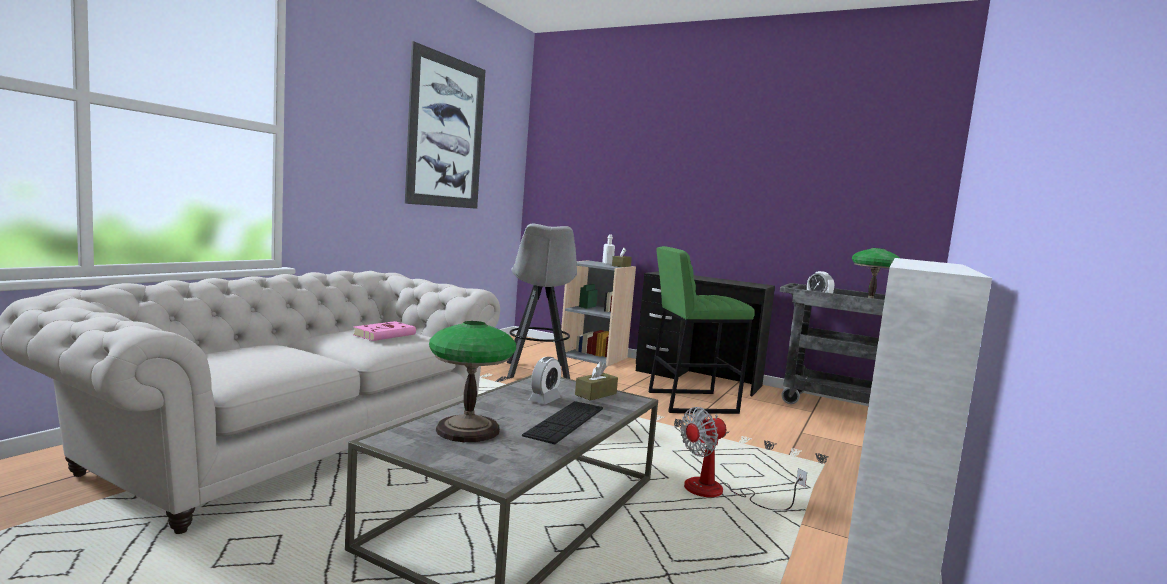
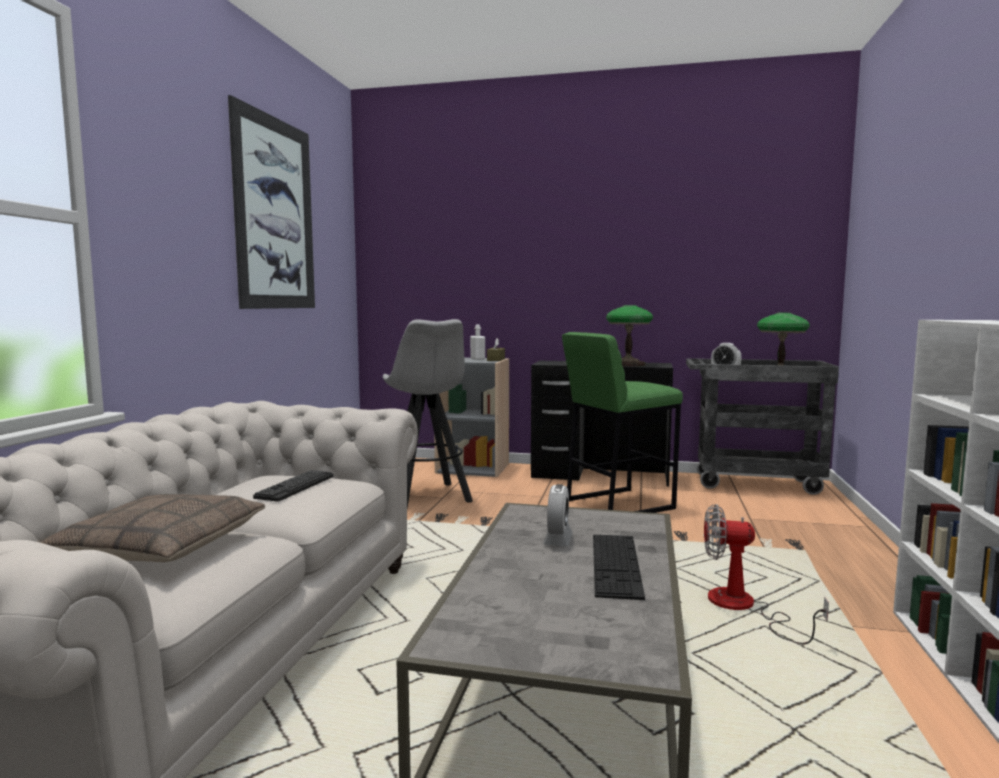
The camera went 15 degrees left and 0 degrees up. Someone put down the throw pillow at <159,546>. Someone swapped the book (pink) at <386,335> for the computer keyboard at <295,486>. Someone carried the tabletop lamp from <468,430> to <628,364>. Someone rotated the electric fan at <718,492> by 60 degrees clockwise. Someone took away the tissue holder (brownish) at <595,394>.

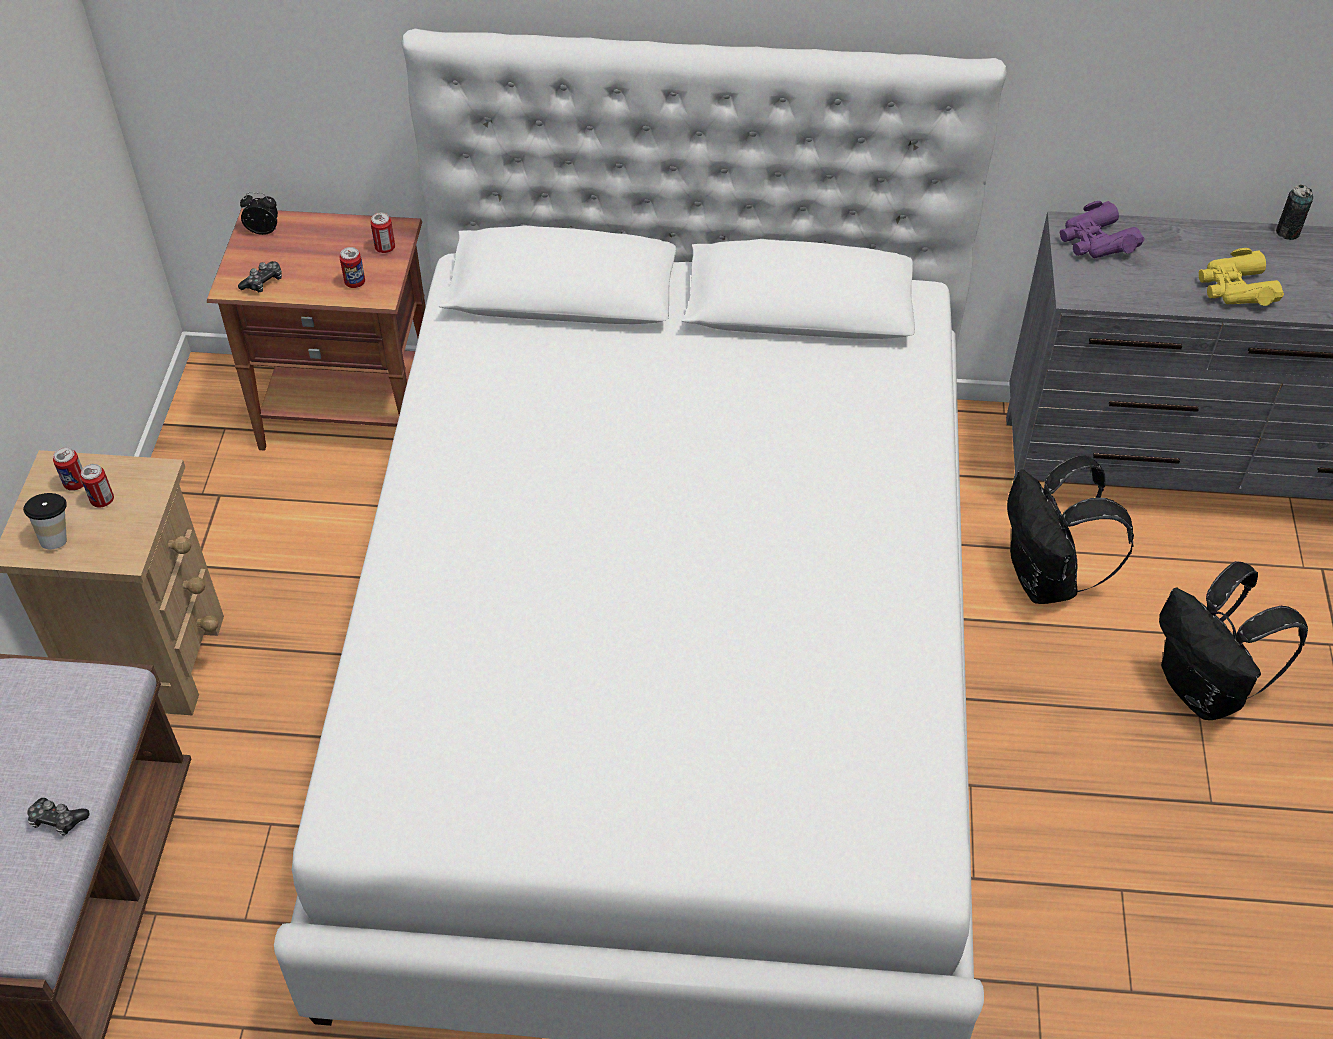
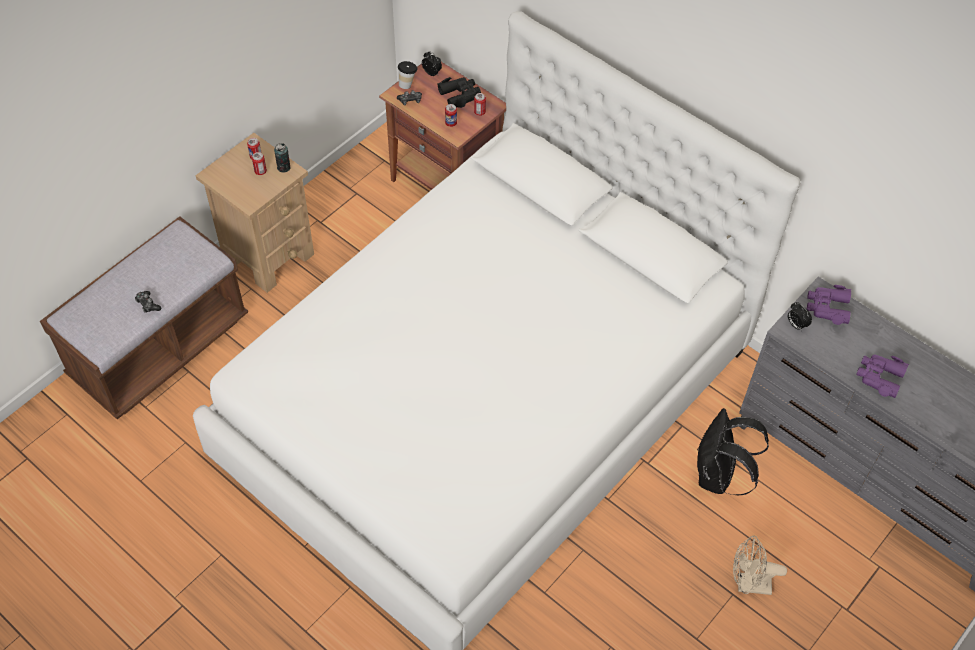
The camera went 35 degrees right and 5 degrees up. Someone carried the can from <1287,232> to <284,167>. Someone carried the drinking cup from <57,536> to <407,84>. Someone put down the pair of binoculars (black-coloured) at <460,95>. Someone swapped the rucksack (black-coloured) at <1204,690> for the electric fan (sand-coloured) at <748,584>. Someone put down the bedside clock at <796,325>. Someone repainted the pair of binoculars (yellow-coloured) at <1235,288>, which became the pair of binoculars (purple-coloured) at <879,377>.

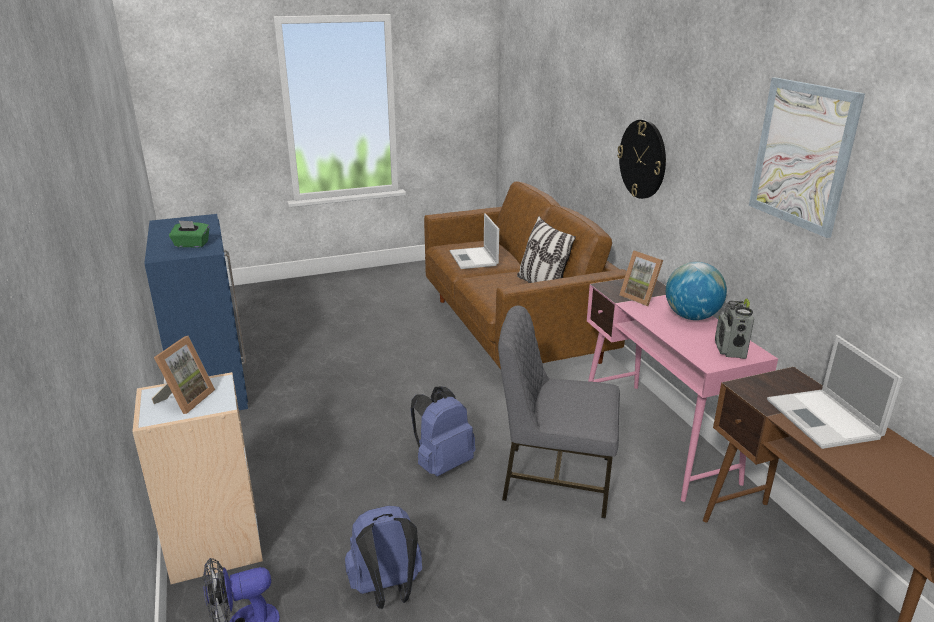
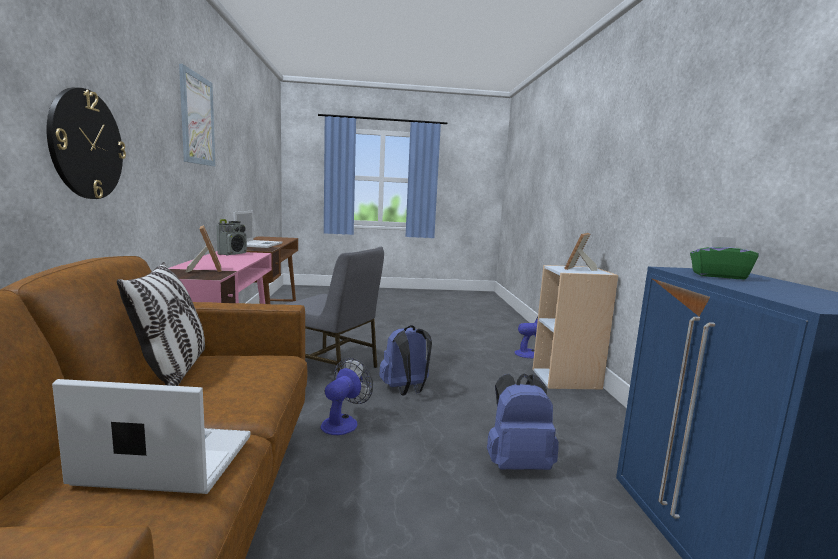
The camera went 165 degrees left and 15 degrees down. Someone rotated the portable computer at <474,259> by 90 degrees counterclockwise. Someone put down the electric fan at <343,422>. Someone carried the rucksack (blue) from <387,591> to <517,463>. Someone took away the world globe at <691,317>.

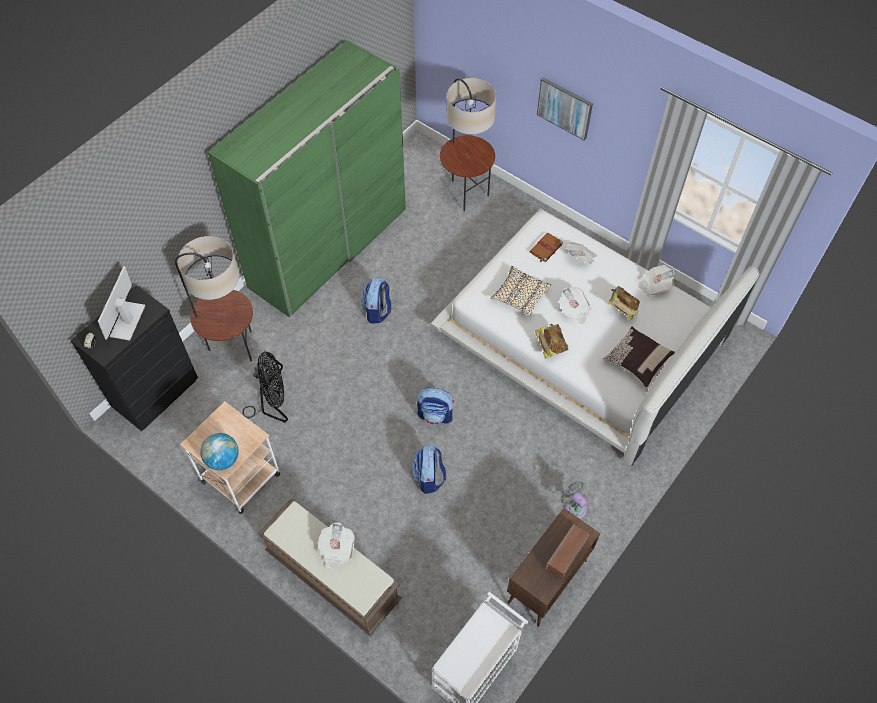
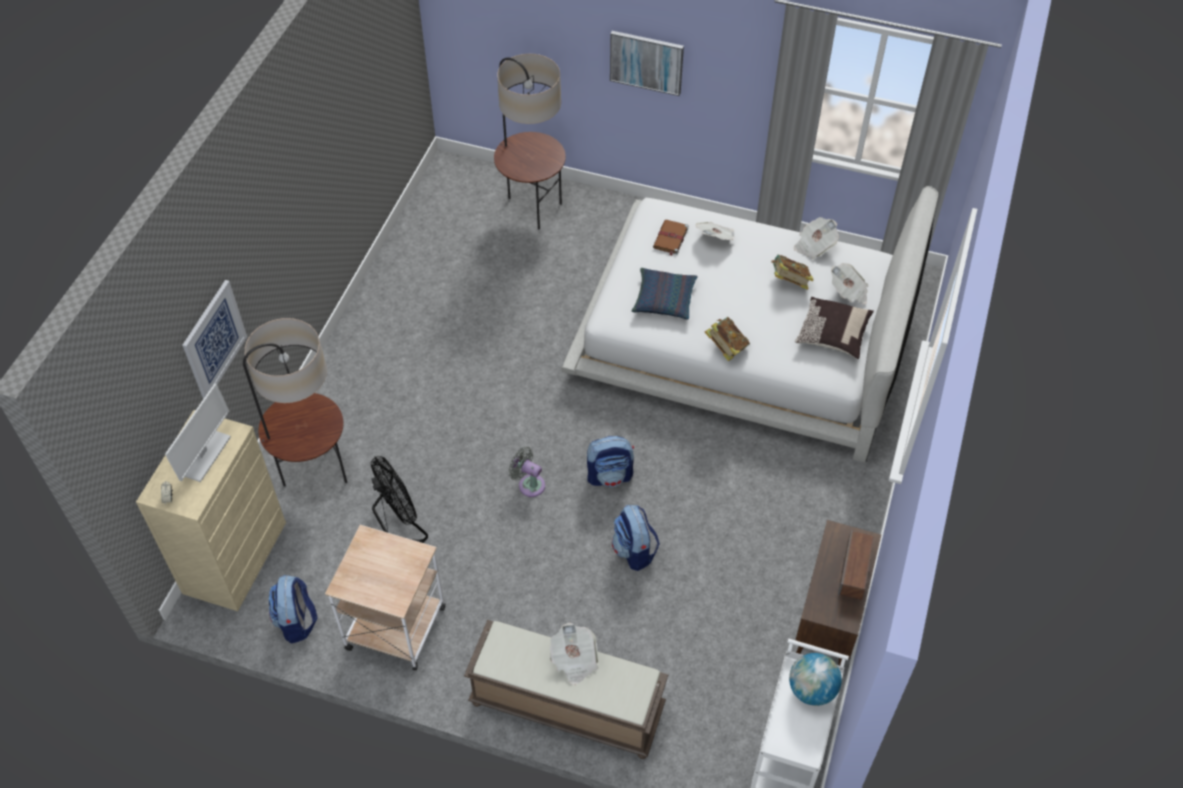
The camera went 20 degrees left and 5 degrees down. Someone repainted the dresser (black-coloured) at <156,393>, which became the dresser (sand-coloured) at <236,560>. Someone rotated the computer screen at <127,320> by 150 degrees counterclockwise. Someone put up the wall picture at <214,340>. Someone carried the rucksack from <377,311> to <297,622>. Someone carried the electric fan (gray) from <574,507> to <529,484>. Someone repainted the throw pillow (sand-coloured) at <520,295>, which became the throw pillow (blue) at <664,299>. Someone carried the world globe from <223,459> to <811,690>. Someone carried the newspaper from <574,310> to <848,292>. Someone took away the wardrobe (greenish) at <328,247>.

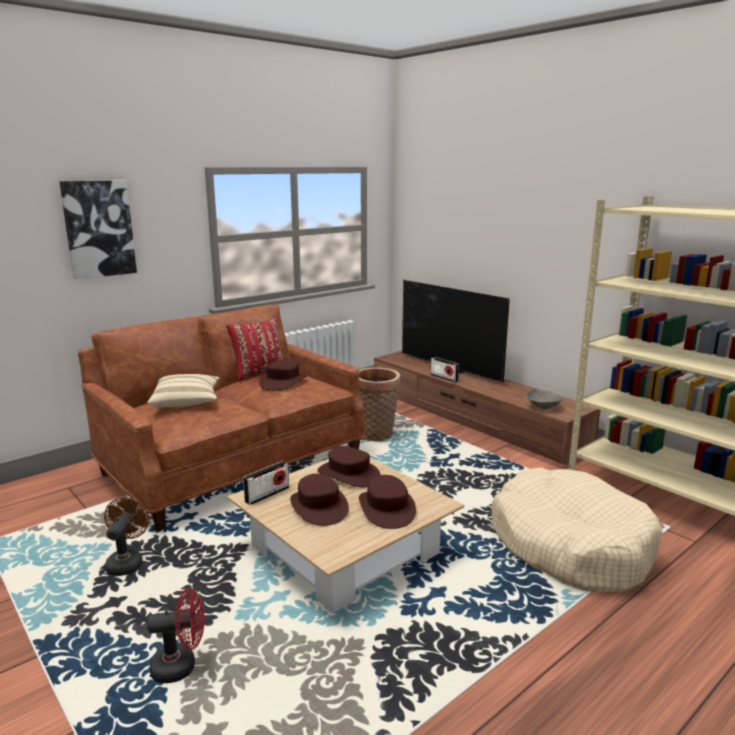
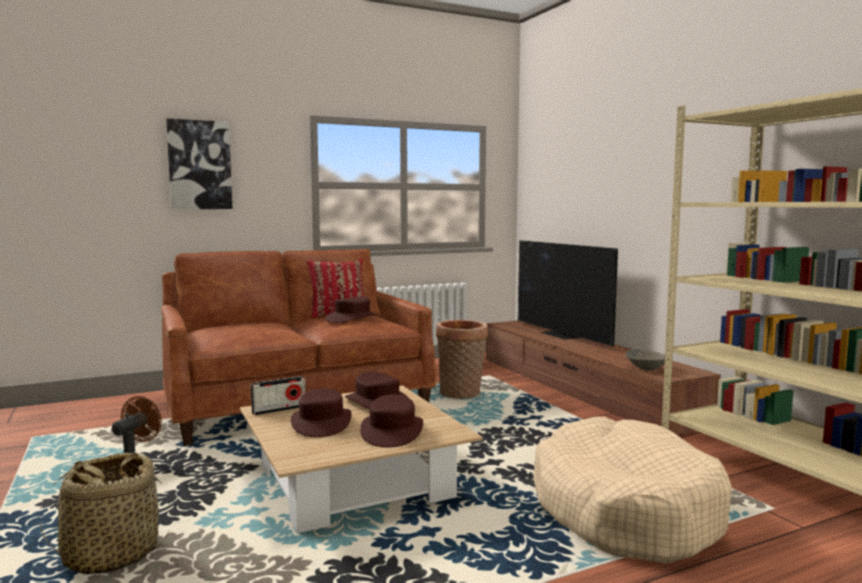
The camera went 15 degrees right and 10 degrees down. Someone swapped the electric fan (reddish) at <181,666> for the basket at <111,555>. Someone took away the throw pillow (sand-coloured) at <186,402>. Someone took away the radio receiver at <444,378>.

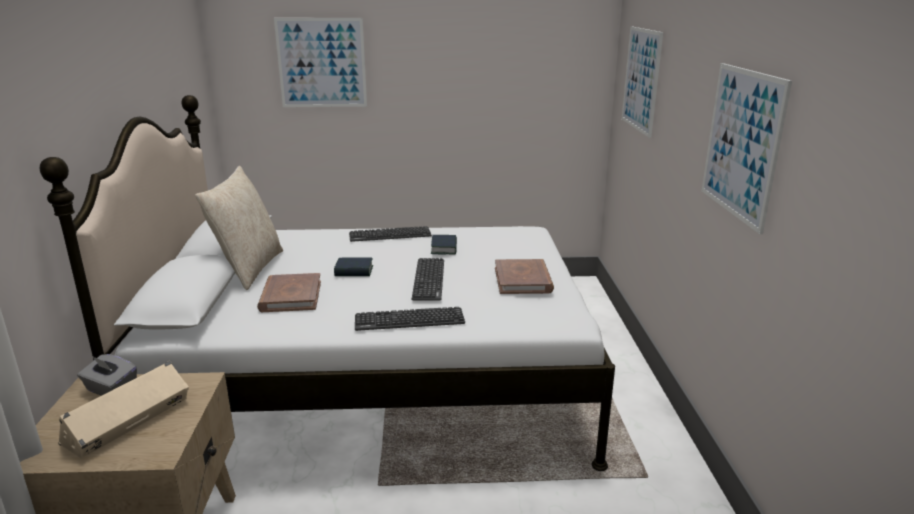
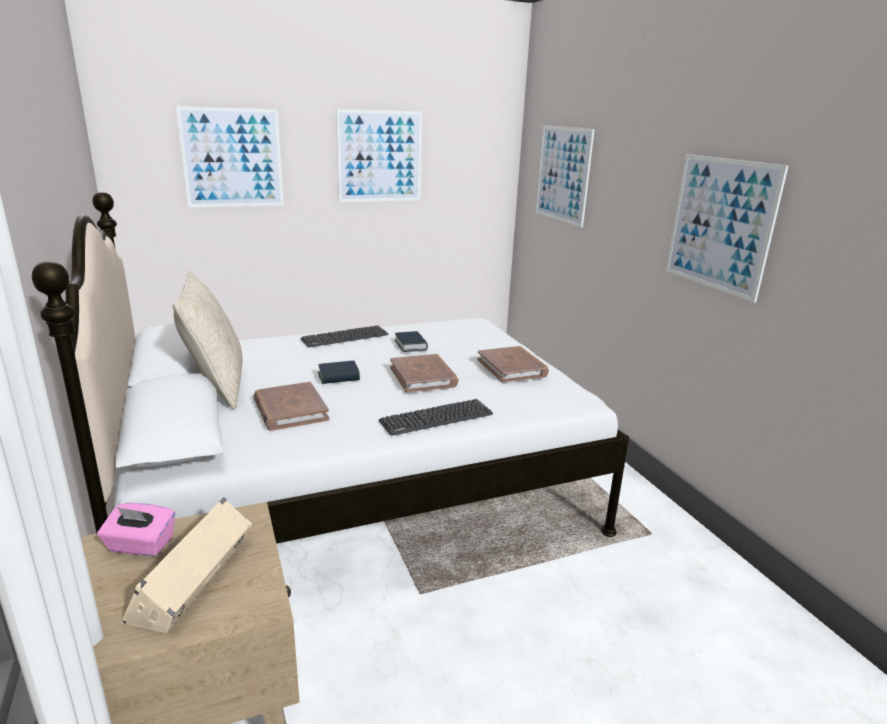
The camera went 20 degrees left and 0 degrees up. Someone repainted the tissue holder (gray) at <111,390>, which became the tissue holder (pink) at <140,545>. Someone put up the wall picture at <380,156>. Someone swapped the computer keyboard at <428,279> for the book (brownish) at <423,376>.

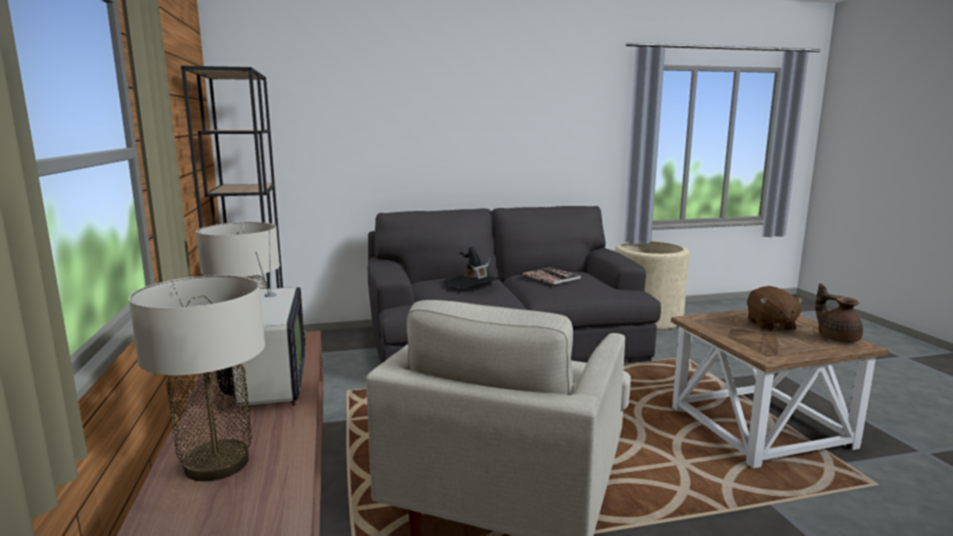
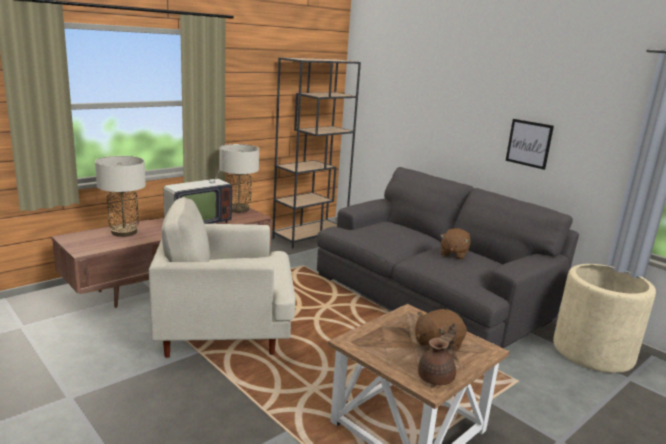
The camera went 60 degrees right and 5 degrees up. Someone swapped the book at <551,277> for the plush toy (brownish) at <453,254>. Someone put up the wall picture at <529,143>. Someone took away the clothing hat (black-coloured) at <472,284>.

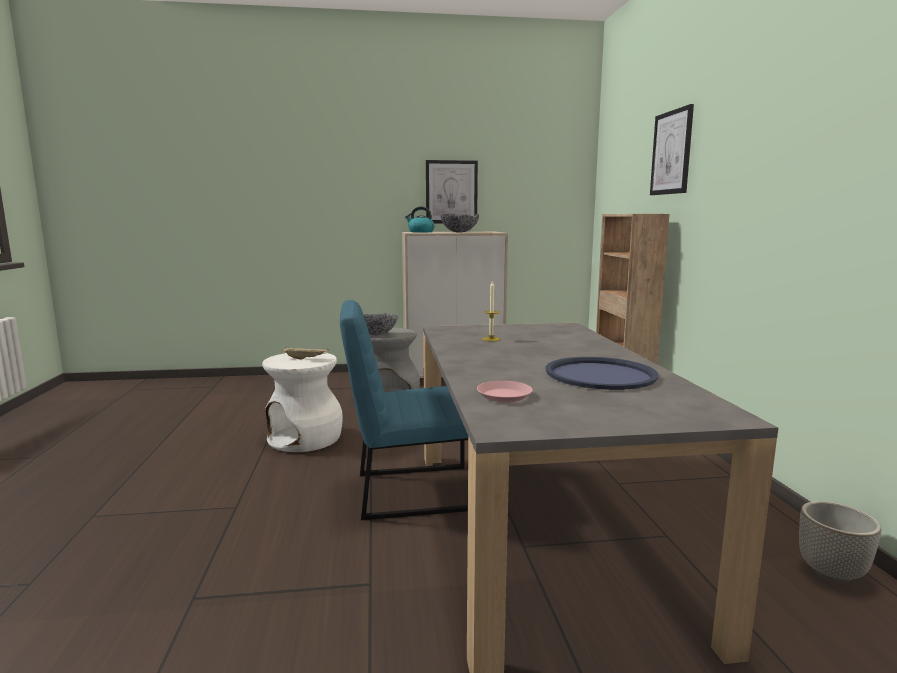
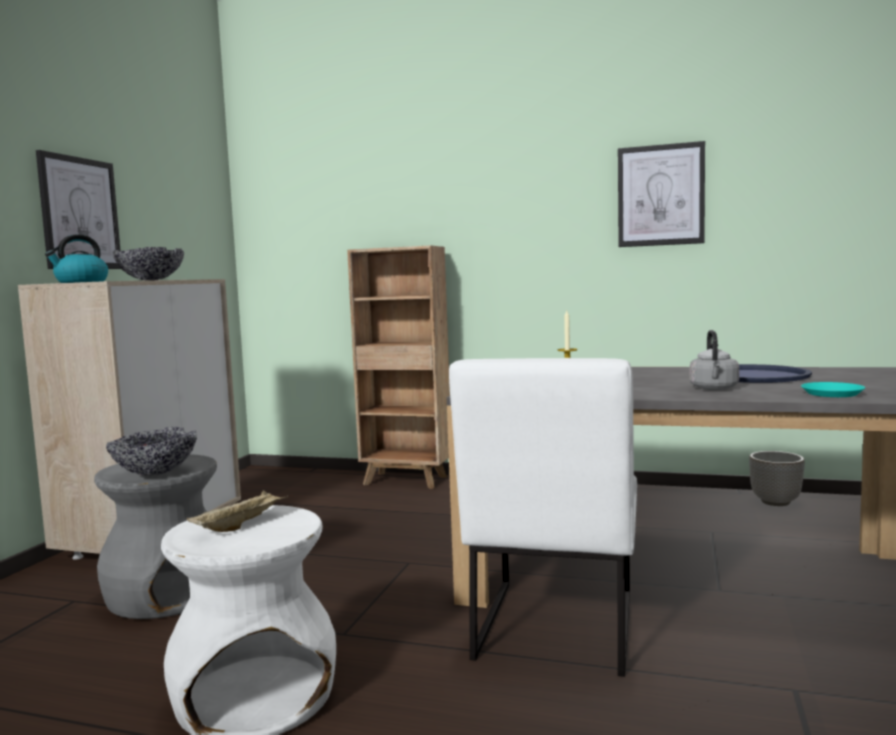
The camera went 65 degrees left and 5 degrees down. Someone repainted the chair (blue) at <412,491>, which became the chair (whitish) at <553,627>. Someone carried the wall picture from <671,152> to <660,195>. Someone put down the tea kettle (gray) at <714,388>. Someone repainted the dinner plate (pink) at <504,395>, which became the dinner plate (turquoise) at <831,393>.

